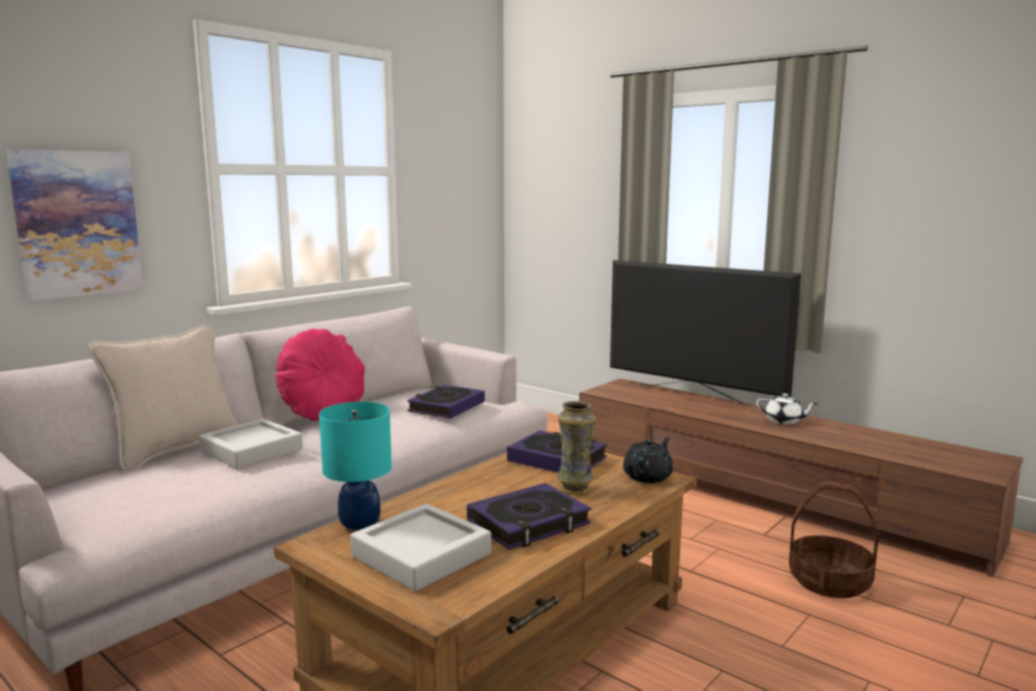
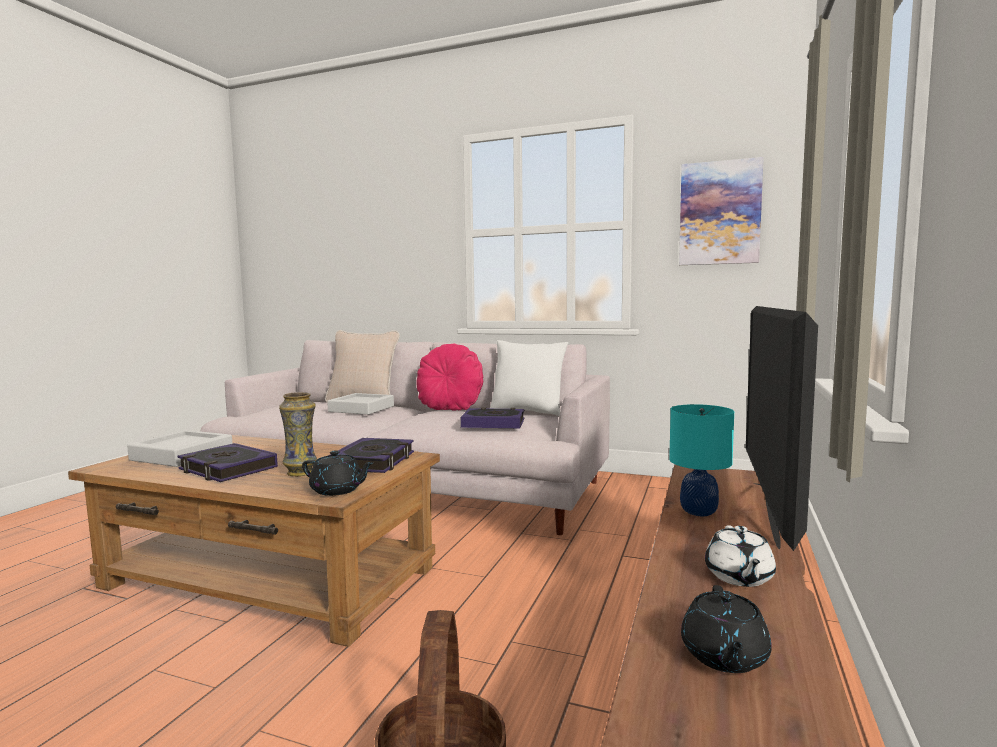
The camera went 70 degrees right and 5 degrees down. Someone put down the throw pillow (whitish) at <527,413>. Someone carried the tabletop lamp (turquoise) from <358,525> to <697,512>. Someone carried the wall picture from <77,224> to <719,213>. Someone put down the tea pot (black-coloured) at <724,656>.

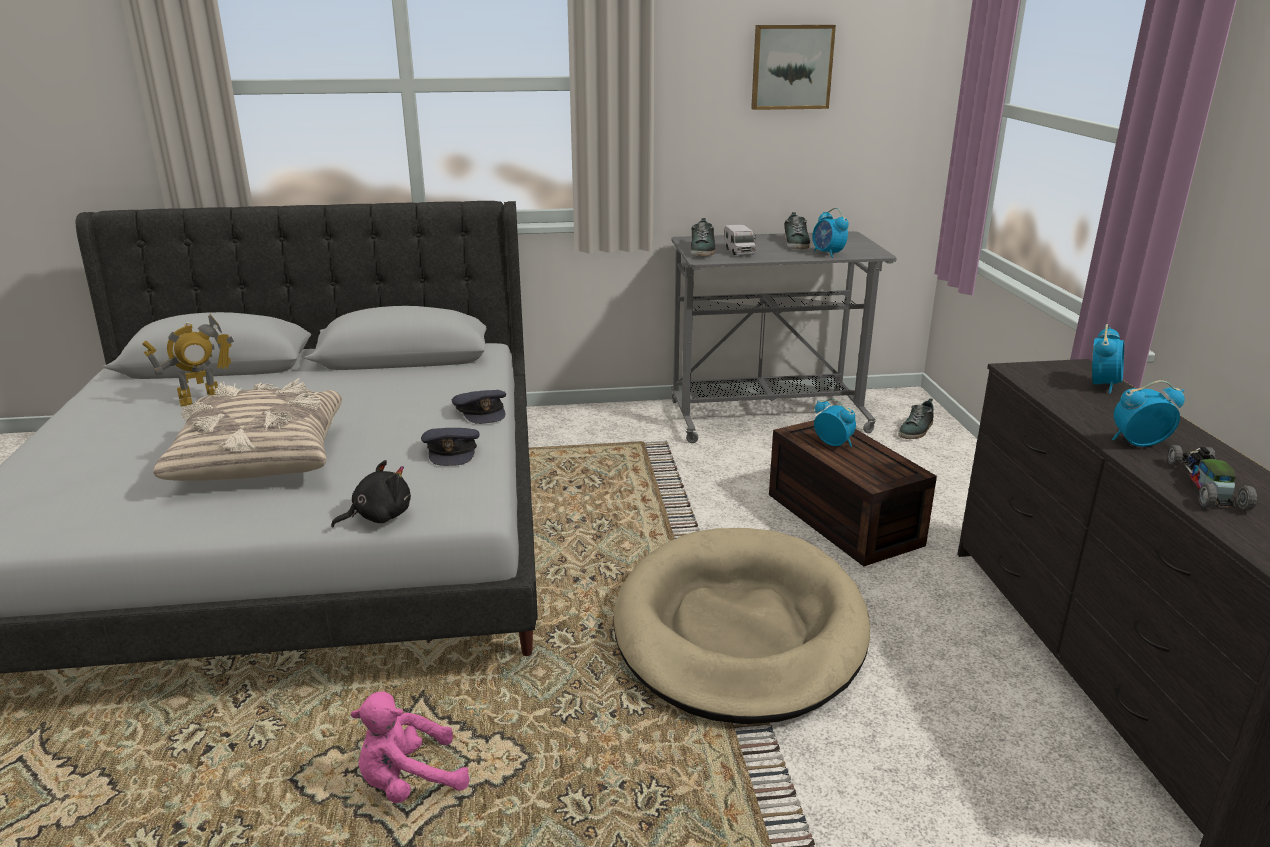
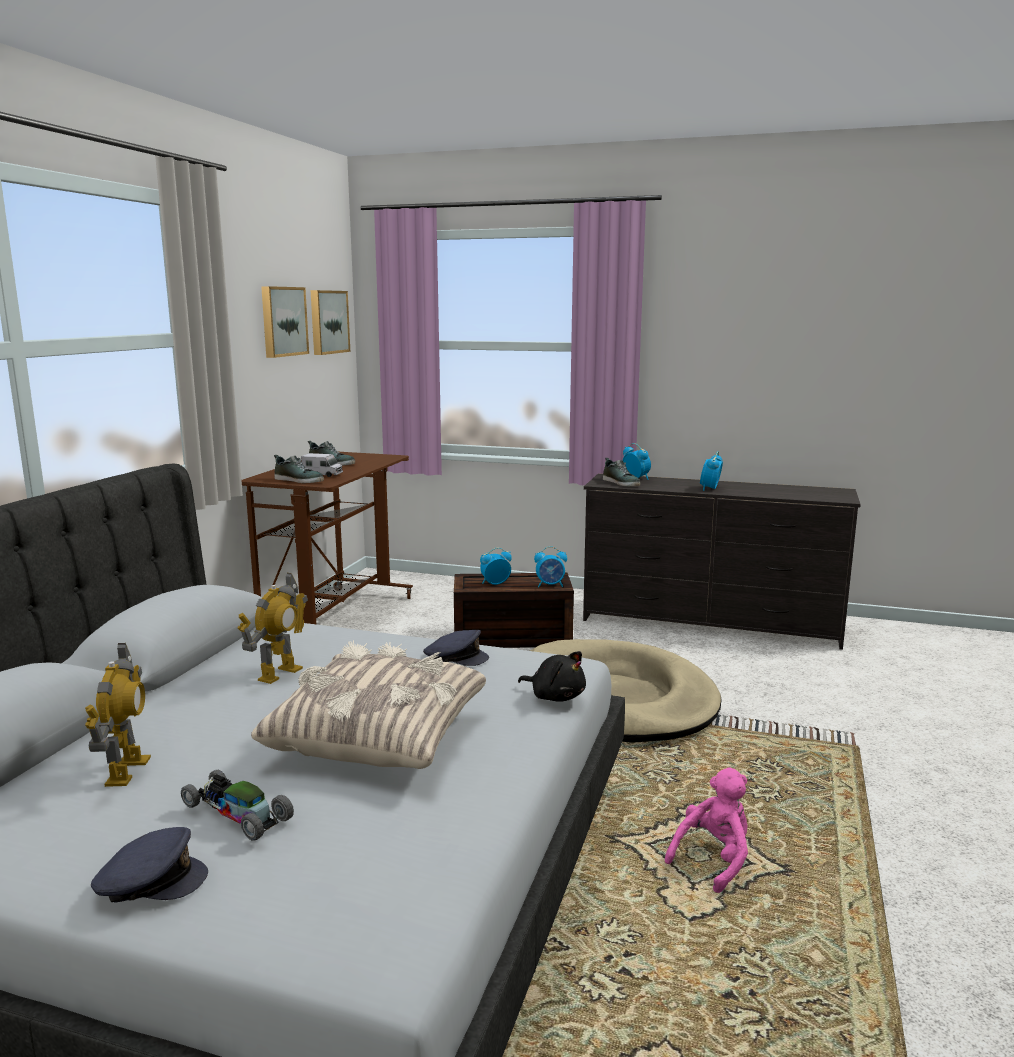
The camera went 65 degrees left and 10 degrees down. Someone carried the peaked cap (gray) from <481,412> to <151,881>. Someone carried the miniature car from <1205,485> to <236,813>. Someone put down the toy robot at <279,674>. Someone repainted the desk (gray) at <768,416>, which became the desk (brownish) at <337,618>. Someone put up the wall picture at <327,322>. Someone rotated the plush toy (black-coloured) at <378,516> by 135 degrees clockwise. Someone carried the bedside clock from <828,254> to <550,585>. Someone carried the low shoe from <916,430> to <621,483>. Someone rotated the plush toy (pink) at <408,782> by 135 degrees counterclockwise.

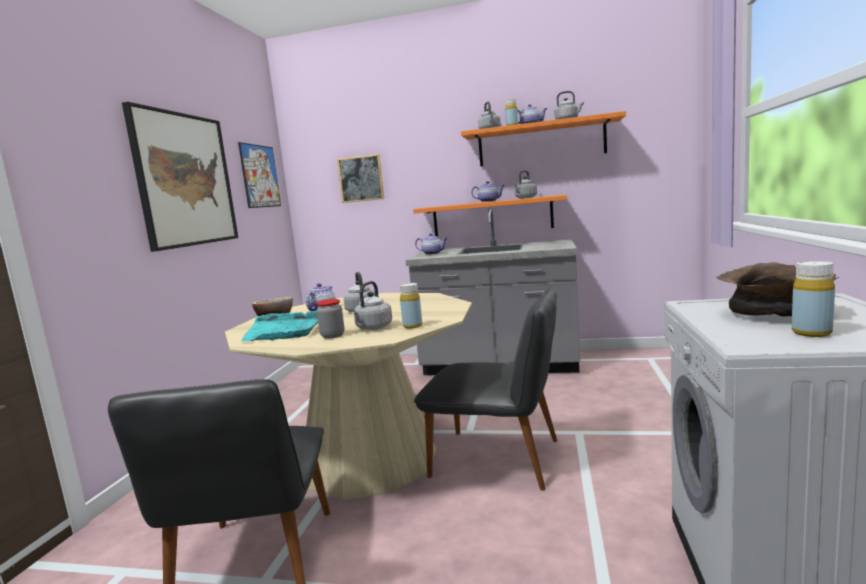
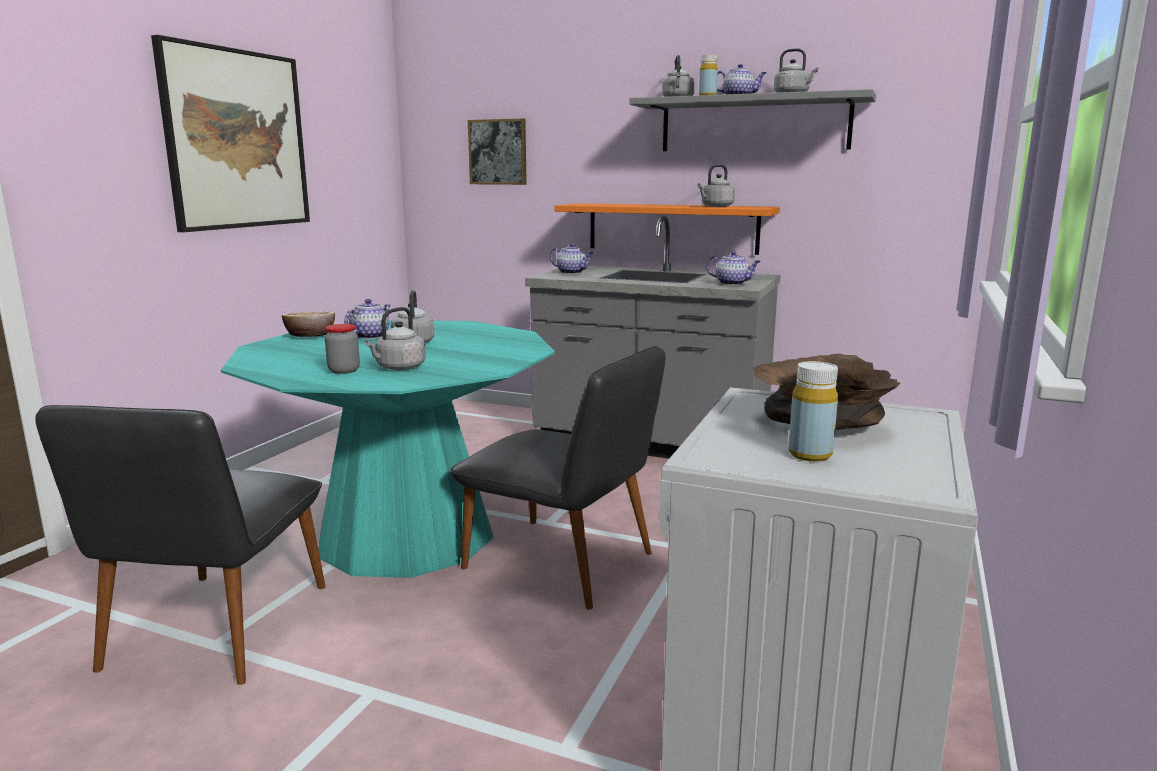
The camera went 10 degrees right and 5 degrees up. Someone repainted the dining table (sand-coloured) at <369,459>, which became the dining table (turquoise) at <406,535>. Someone repainted the bracket shelf (orangey) at <541,143>, which became the bracket shelf (gray) at <754,124>. Someone carried the tea pot from <489,201> to <732,283>. Someone took away the wall picture at <260,176>. Someone took away the serving tray (turquoise) at <285,329>. Someone took away the beverage bottle (yellow-coloured) at <412,326>.

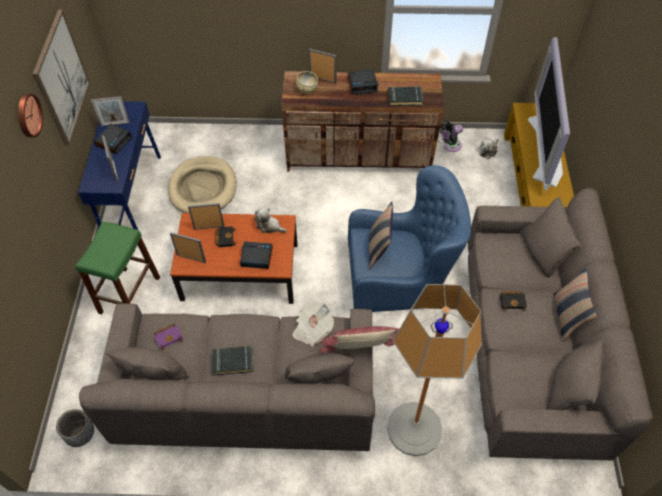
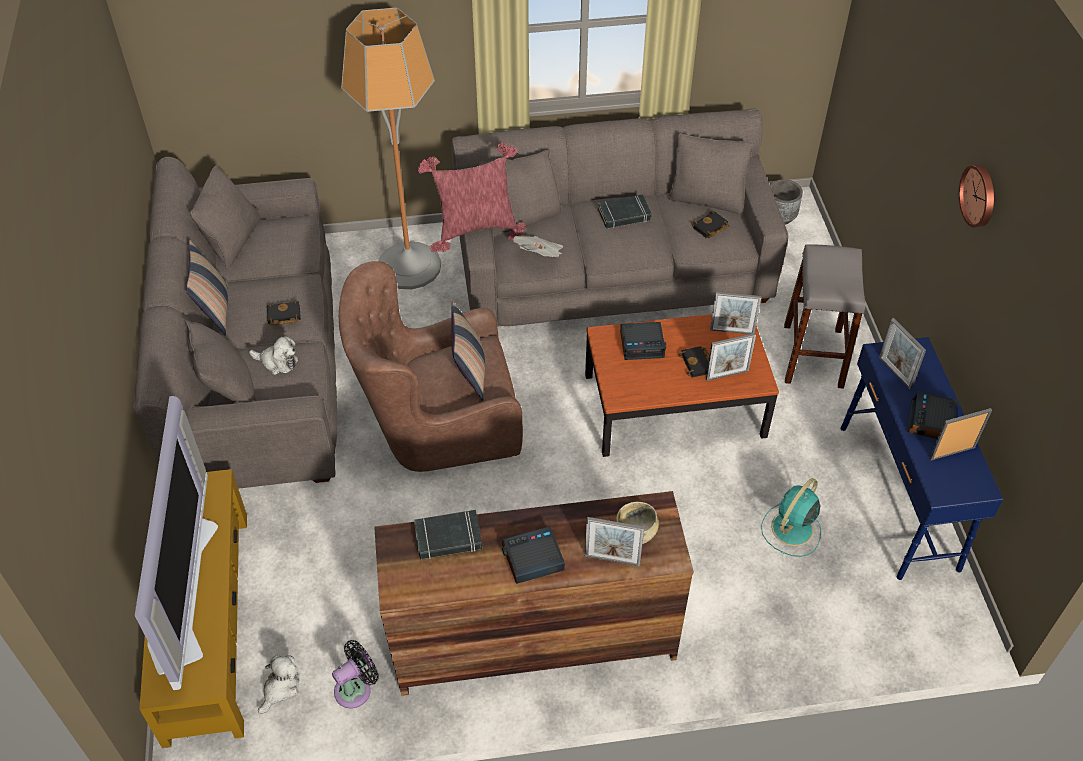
The camera went 170 degrees right and 5 degrees down. Someone carried the plush toy from <269,226> to <277,362>. Someone repainted the easy chair (blue) at <400,279>, which became the easy chair (brownish) at <437,426>. Someone repainted the book (purple-coloured) at <169,336>, which became the book (black-coloured) at <710,228>. Someone swapped the dog cushion (sand-coloured) at <203,188> for the electric fan (turquoise) at <791,529>. Someone repainted the stool (greenish) at <129,295>, which became the stool (gray) at <813,356>. Someone took away the wall picture at <61,78>.

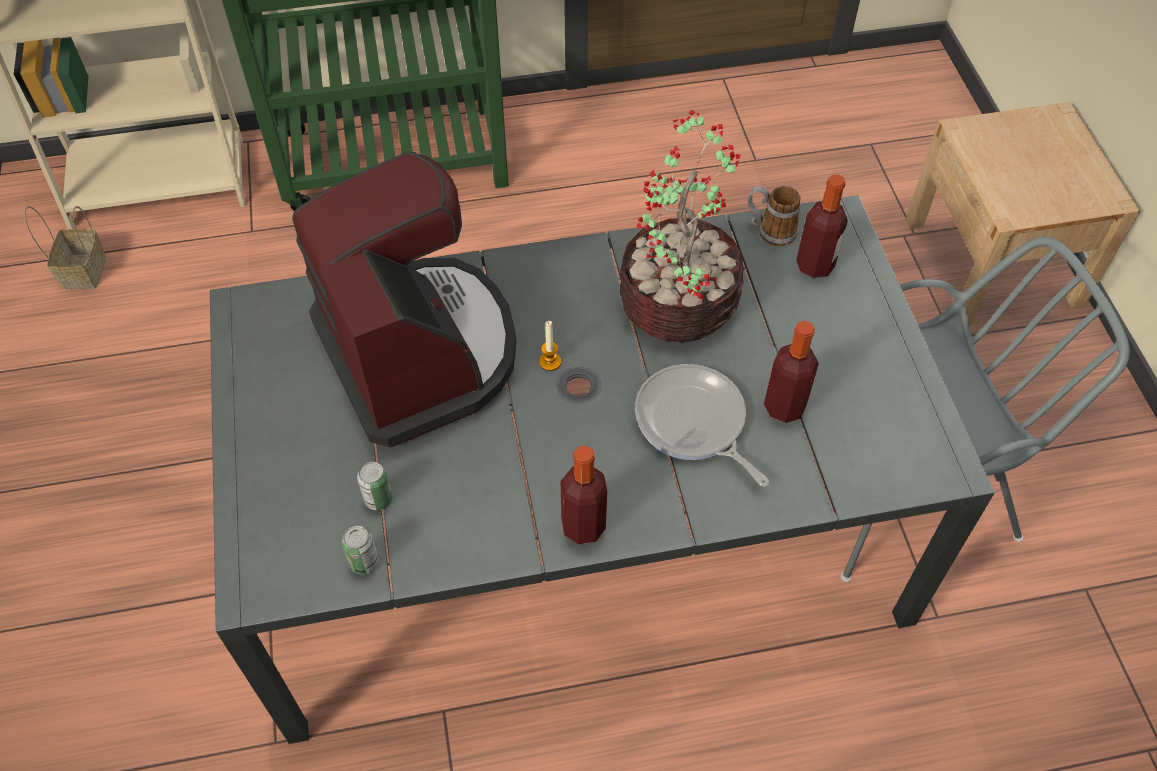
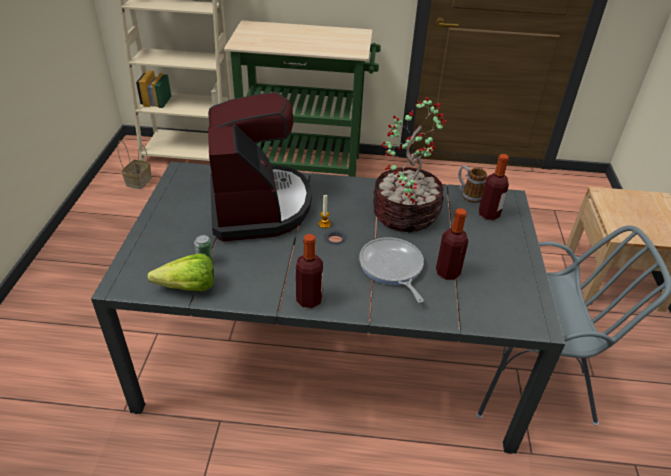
The camera went 15 degrees right and 15 degrees down. Someone swapped the can at <364,562> for the lettuce head at <183,287>.

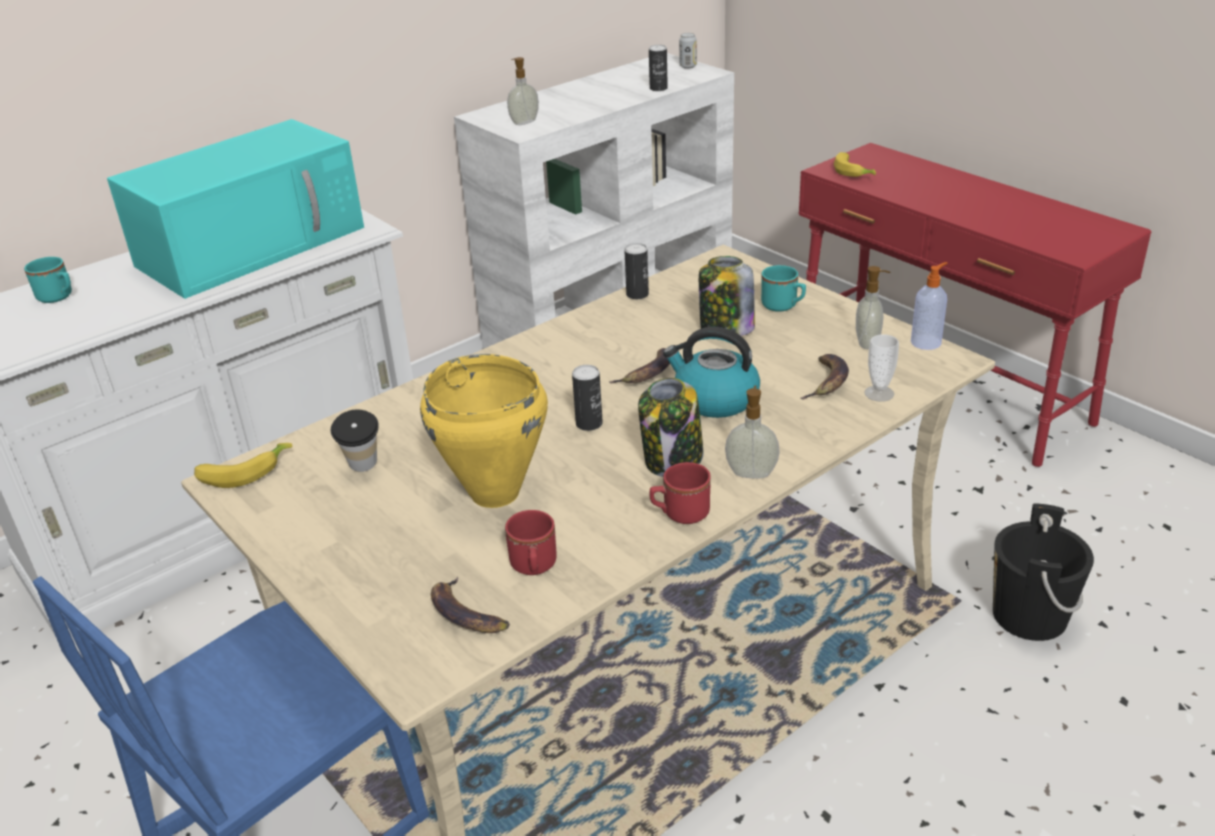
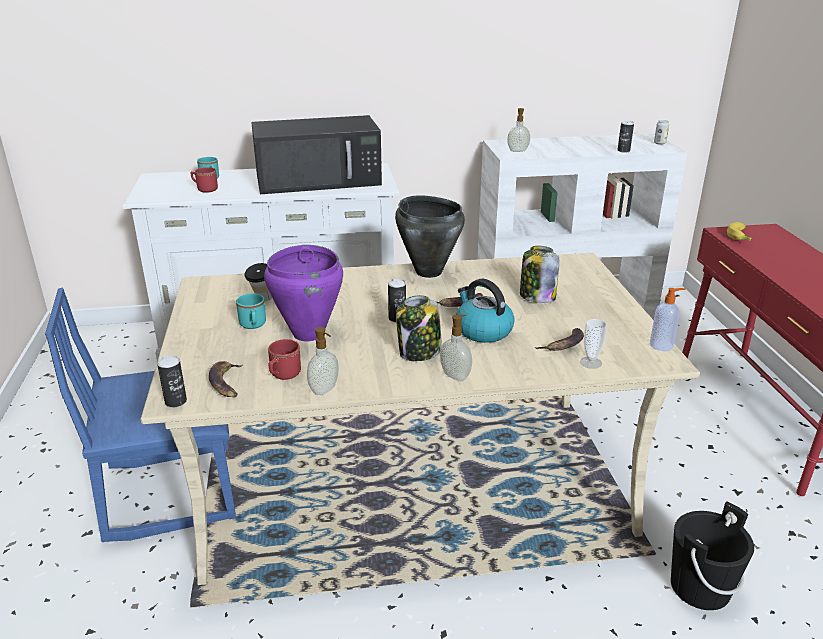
The camera went 30 degrees right and 5 degrees down. Someone carried the can from <637,294> to <176,401>. Someone carried the tea mug (reddish) from <680,514> to <205,189>. Someone carried the tea mug (turquoise) from <783,306> to <253,325>. Someone repainted the microwave (turquoise) at <254,245>, which became the microwave (black-coloured) at <320,179>. Someone repainted the saucepot (yellow-coloured) at <494,494>, which became the saucepot (purple-coloured) at <307,334>. Someone carried the liquid soap bottle from <868,343> to <325,390>. Someone put down the saucepot (black-coloured) at <428,271>. Someone took away the banana at <243,472>.

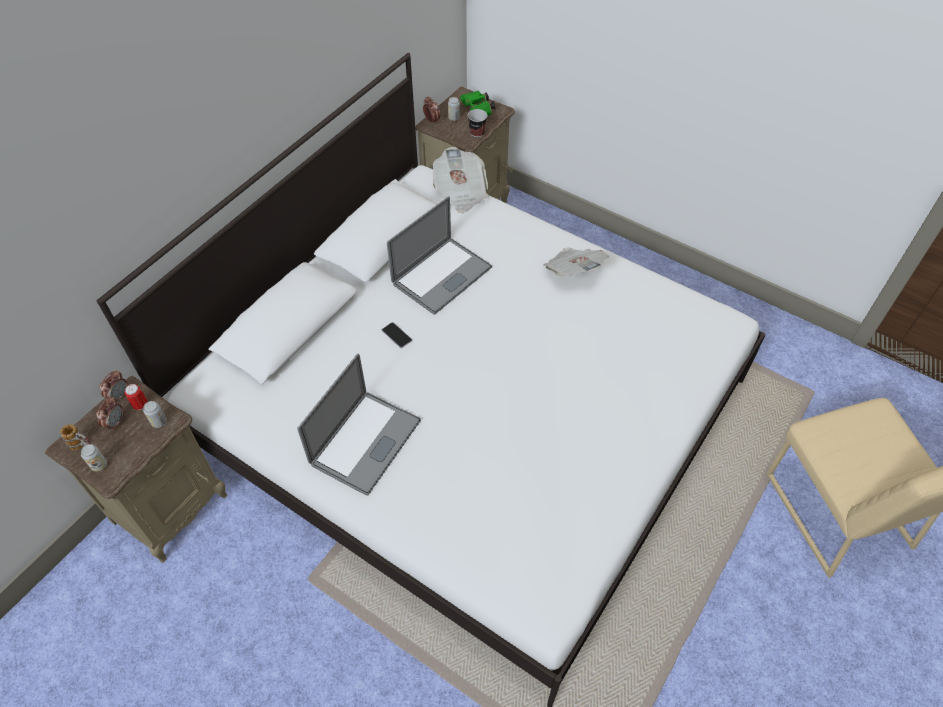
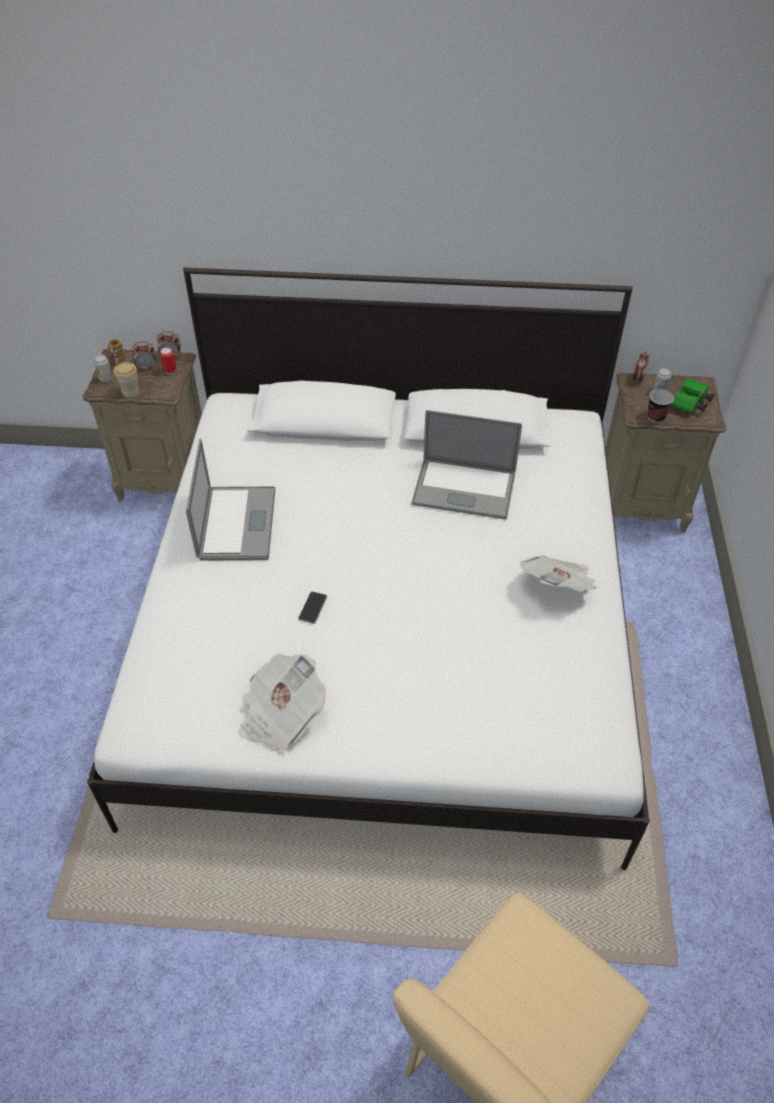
The camera went 60 degrees right and 5 degrees down. Someone put down the drinking cup at <130,391>. Someone rotated the portable computer at <365,442> by 90 degrees counterclockwise. Someone carried the newspaper from <460,192> to <281,715>. Someone carried the handset from <396,335> to <313,608>. Someone took away the can at <159,422>.

